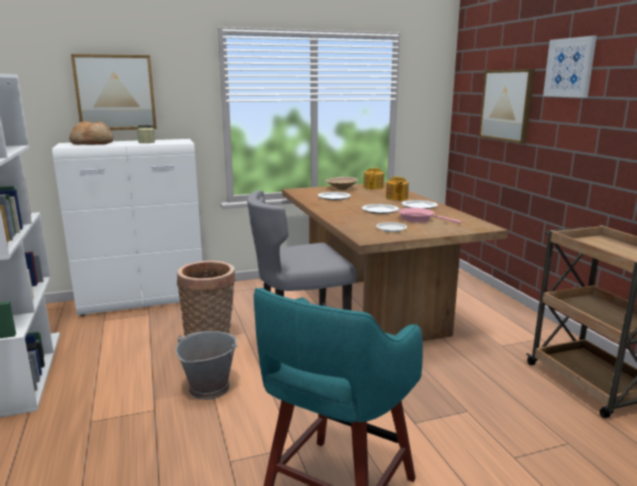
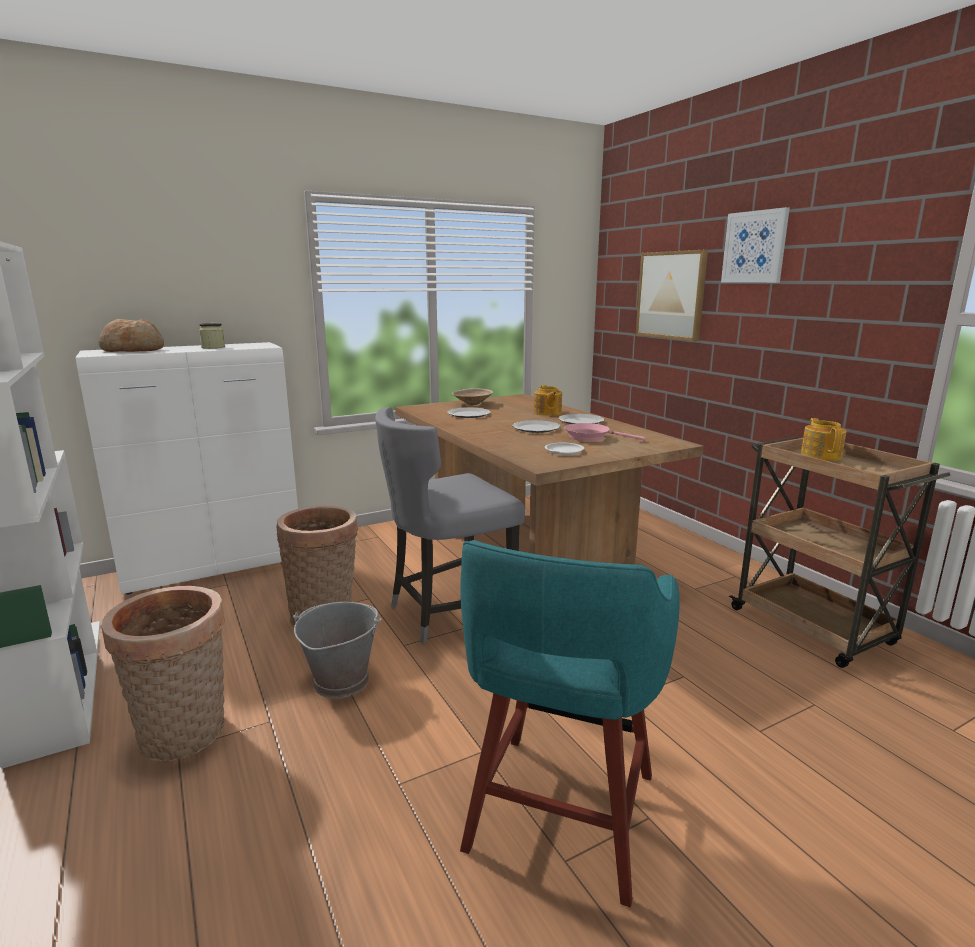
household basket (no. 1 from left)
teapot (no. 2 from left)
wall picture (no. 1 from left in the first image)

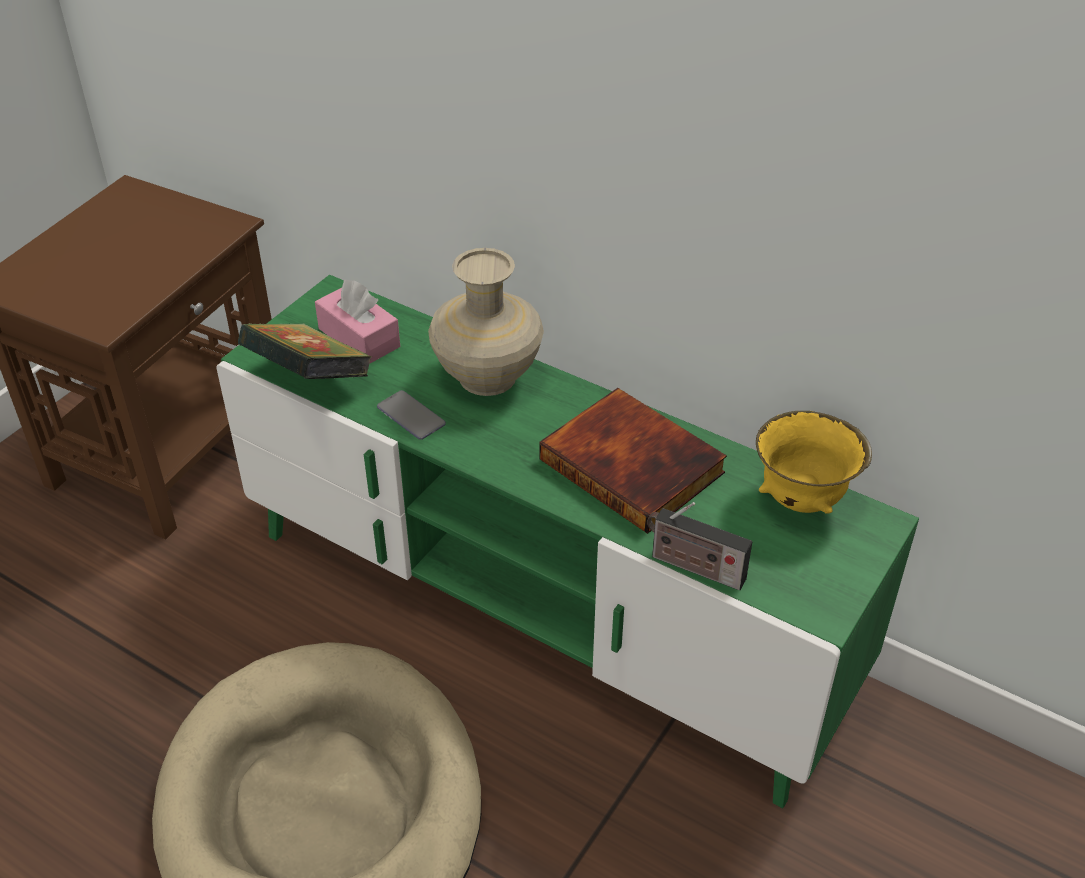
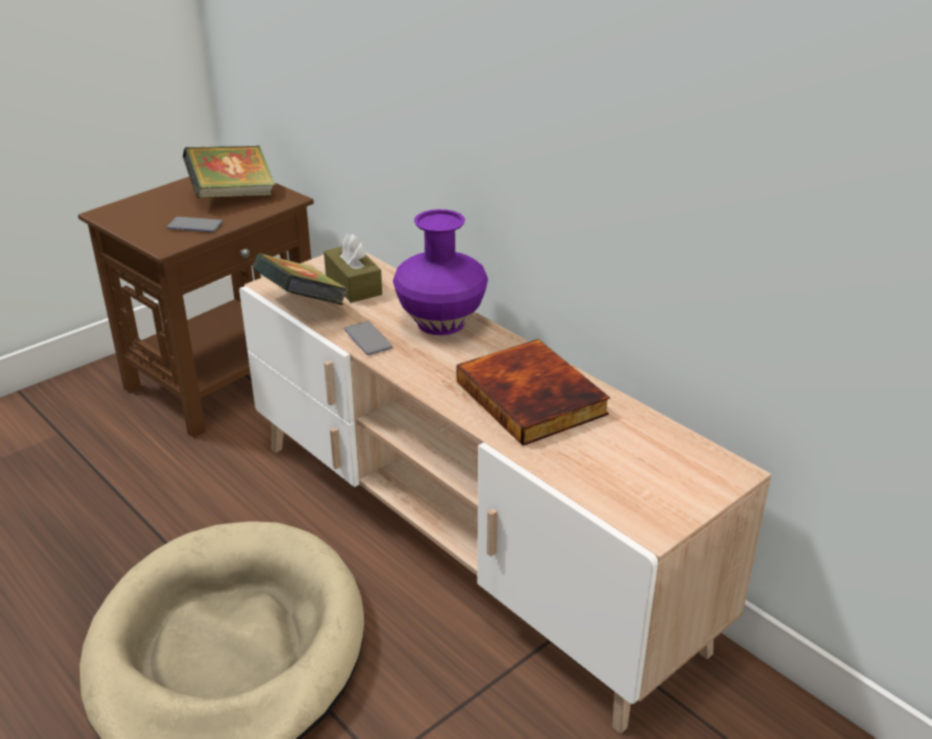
phone (no. 1 from left)
book (no. 1 from left)
beige-coloured tv unit
brownish tissue box
purple vase
radio receiver
yellowish deep dish

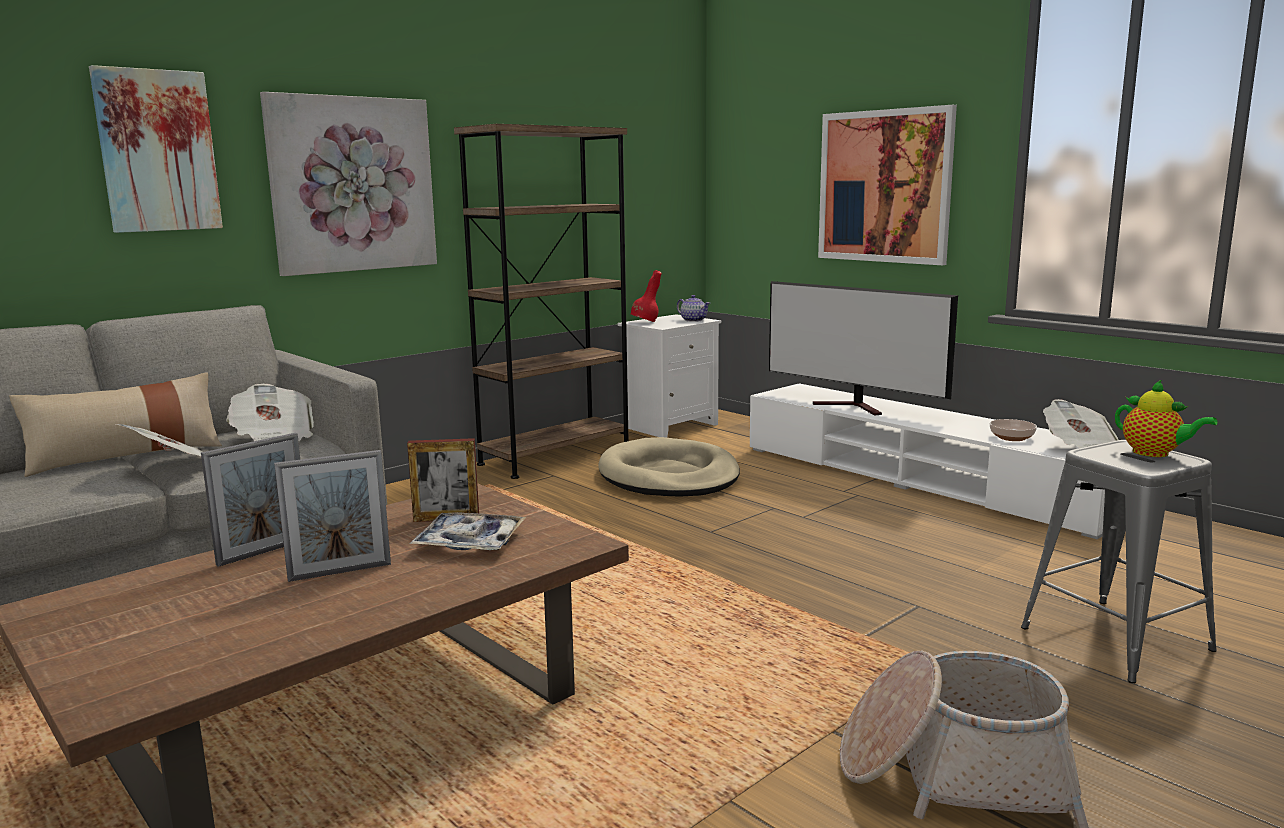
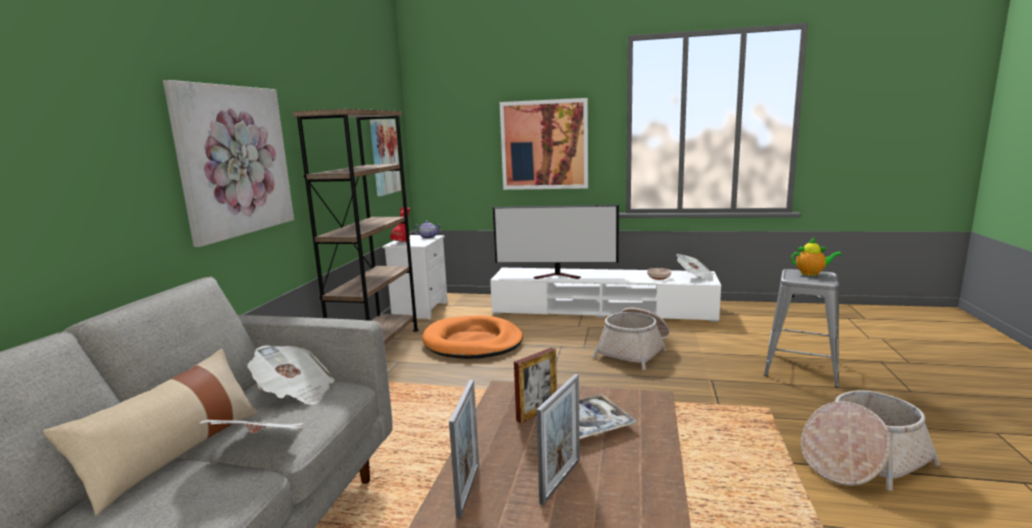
wall picture (no. 2 from left)
orange-coloured dog cushion
household basket (no. 1 from left)

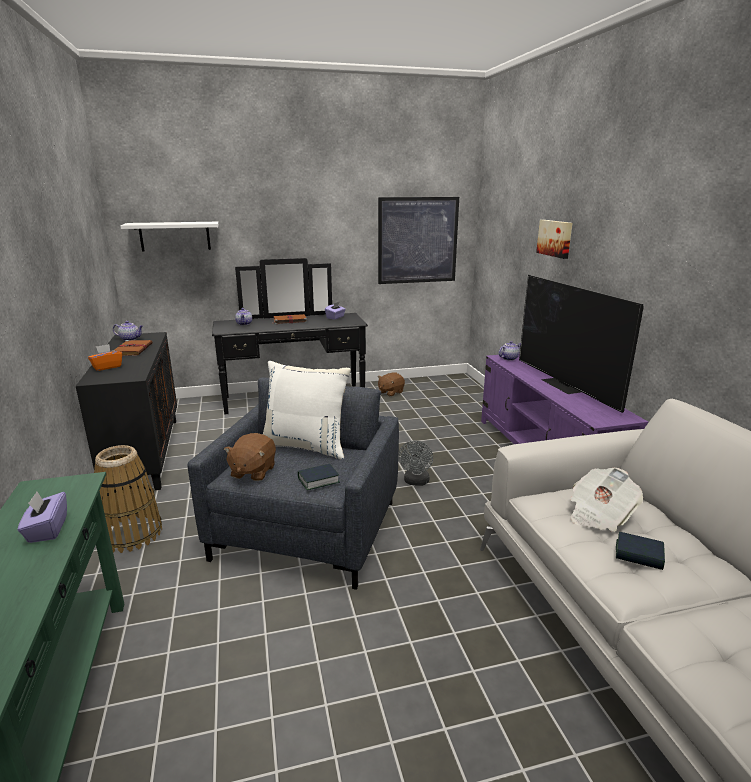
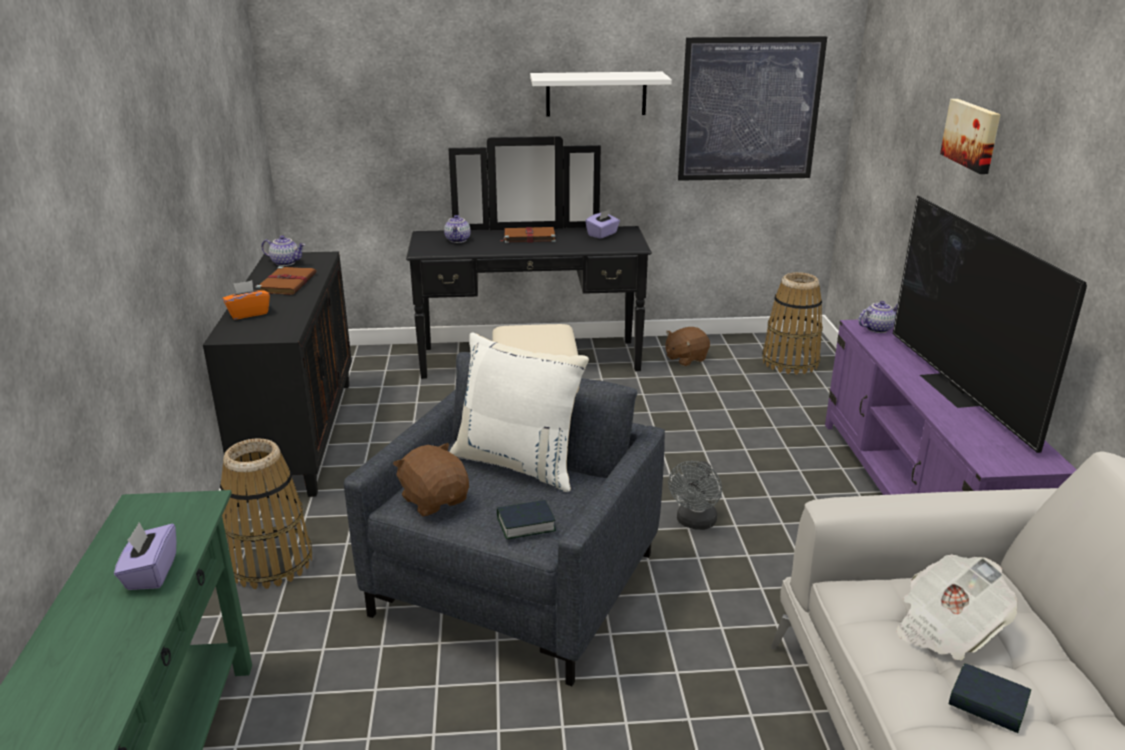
brownish soft toy (no. 1 from left)
whitish wall shelf
household basket (no. 2 from left)

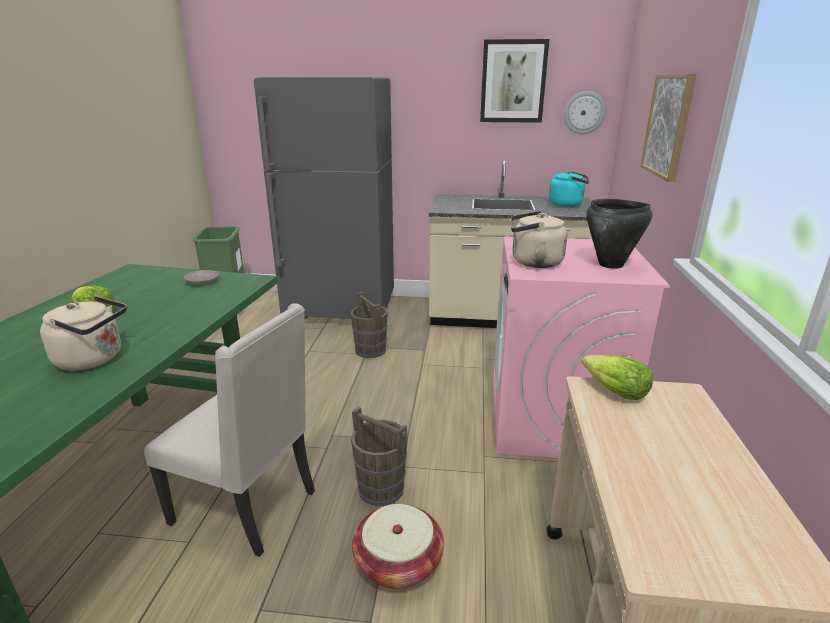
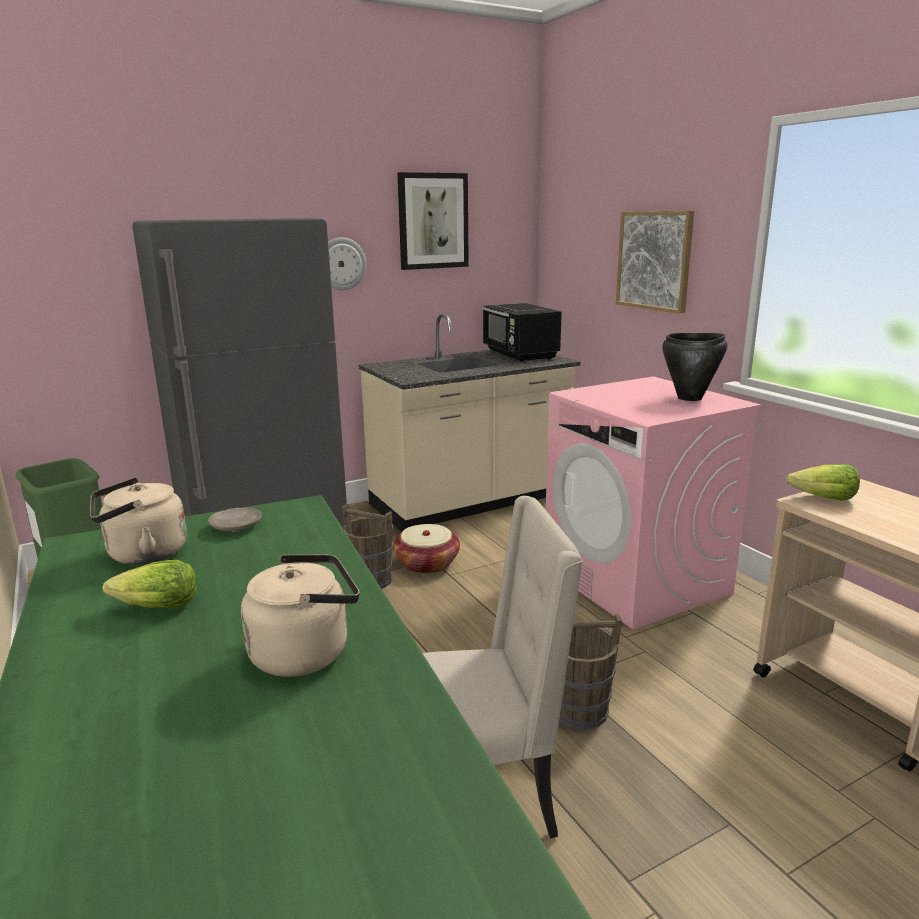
beige-coloured tea kettle (no. 1 from left)
wall clock
household basket
blackish kitchen microwave

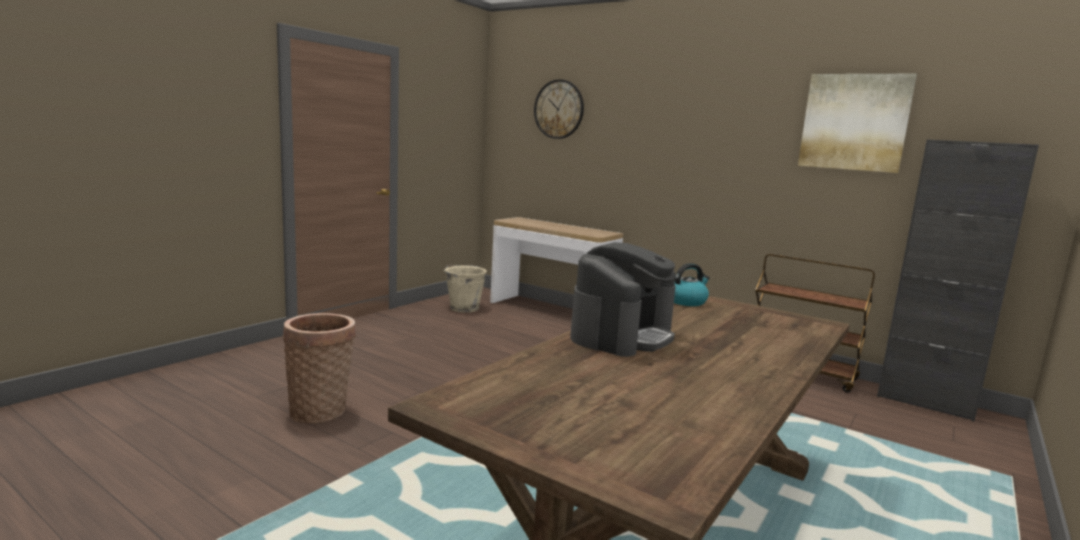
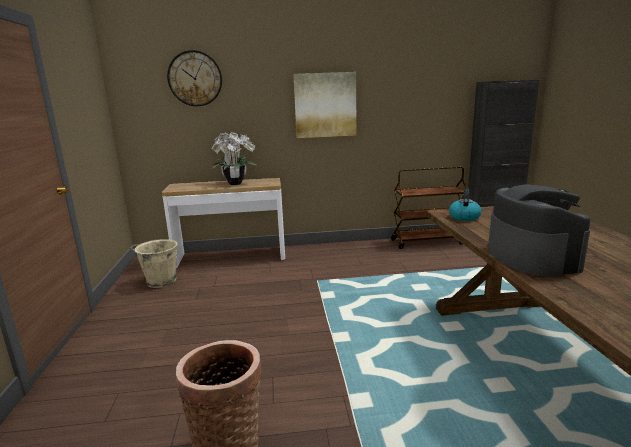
potted plant
wall picture

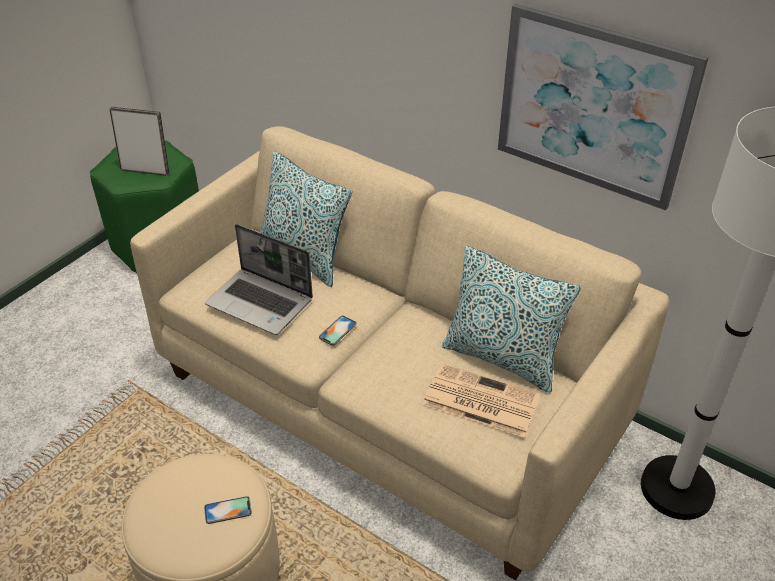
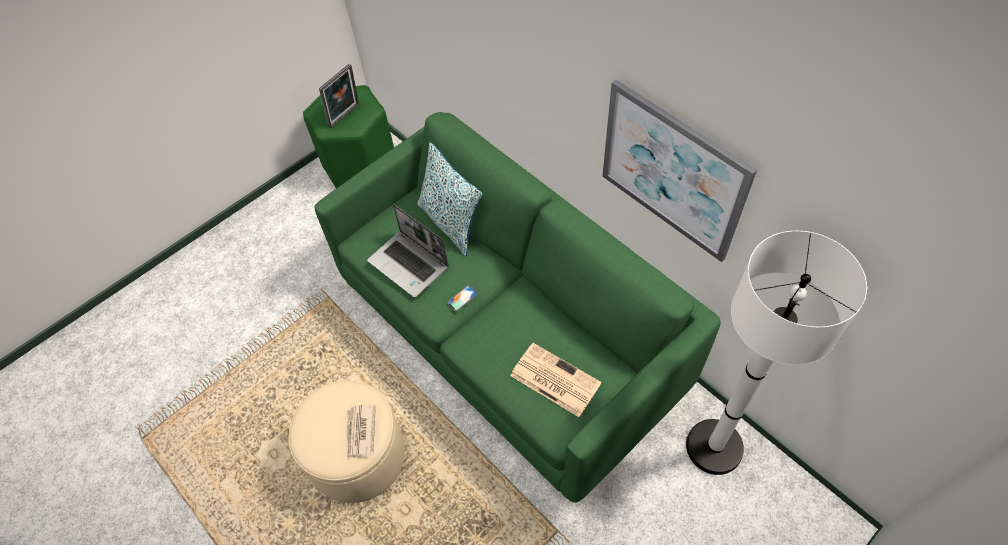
greenish settee
picture frame
printed paper (no. 1 from left)
pillow (no. 2 from left in the first image)

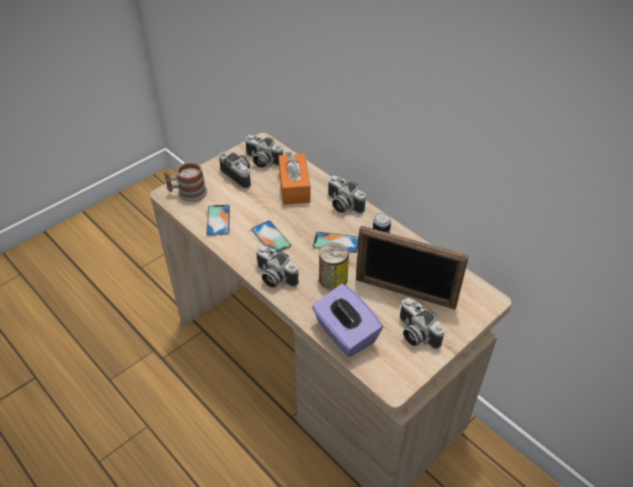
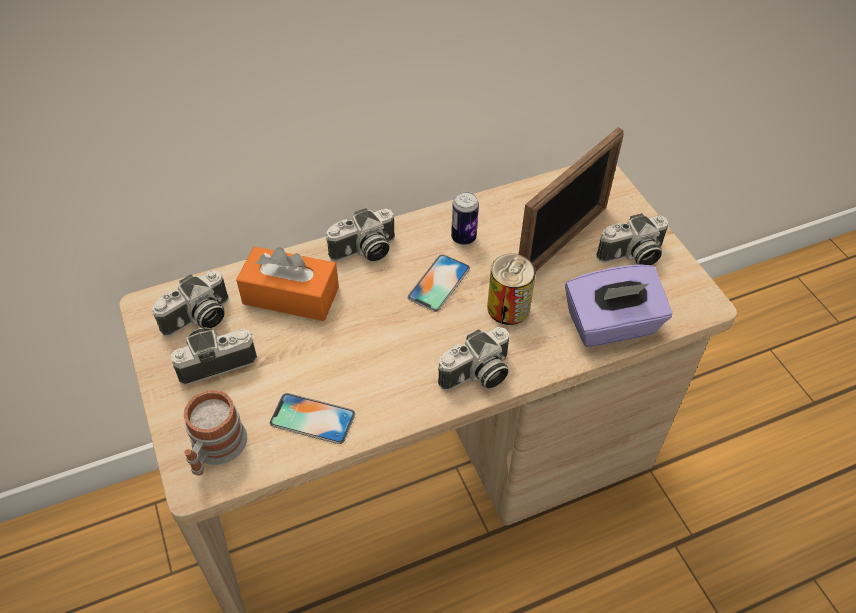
phone (no. 2 from left in the first image)

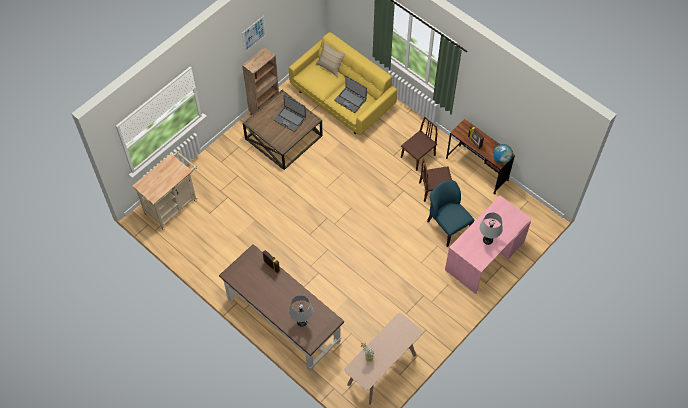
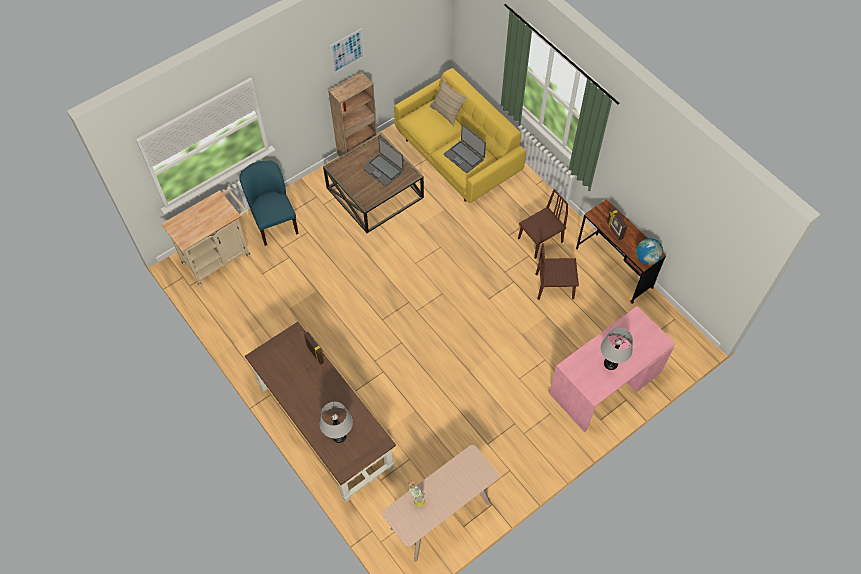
blue upright chair

